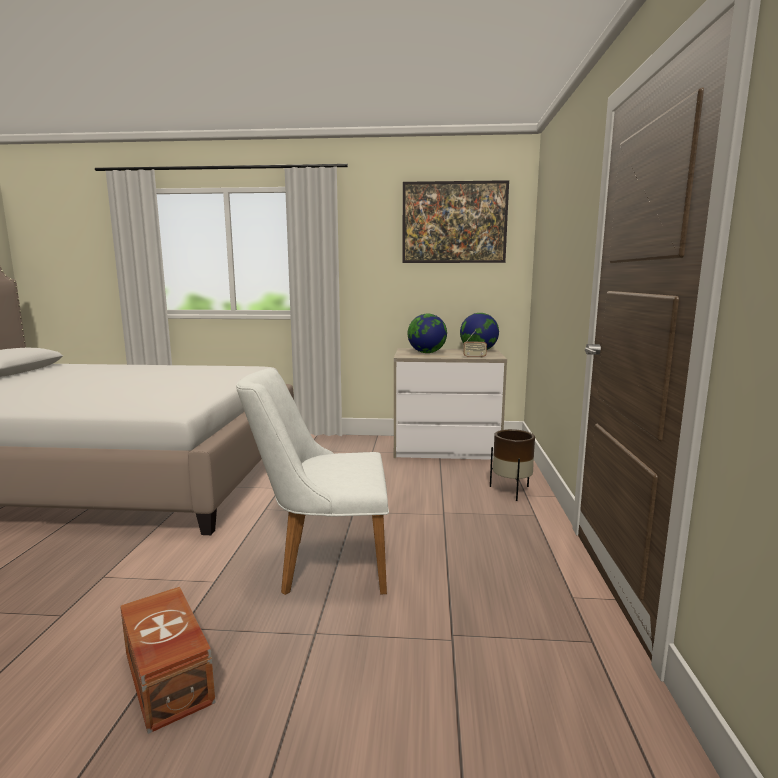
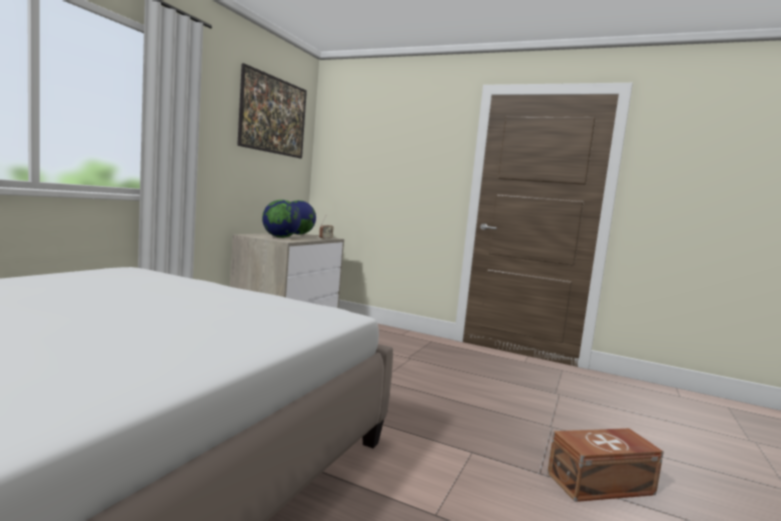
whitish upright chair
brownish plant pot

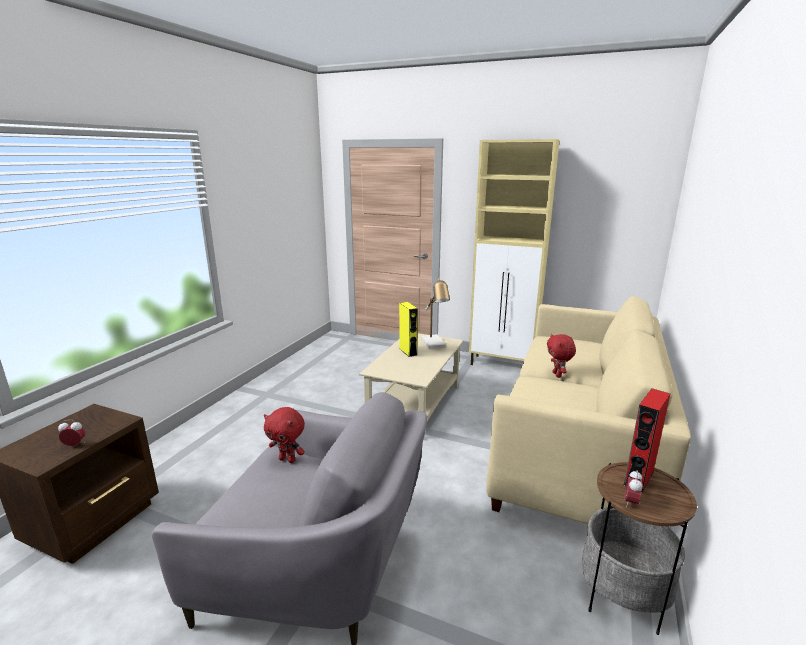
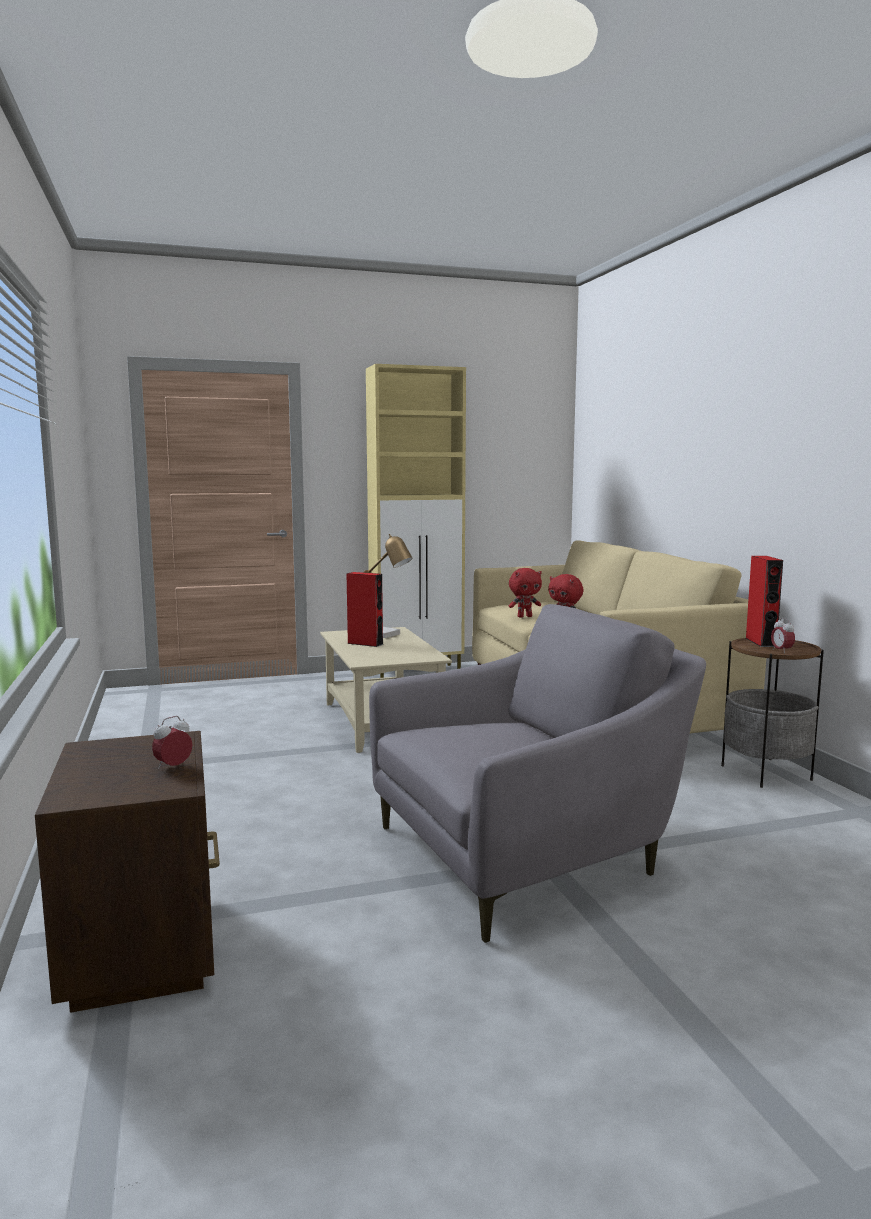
red loudspeaker (no. 1 from left)
red soft toy (no. 1 from left)

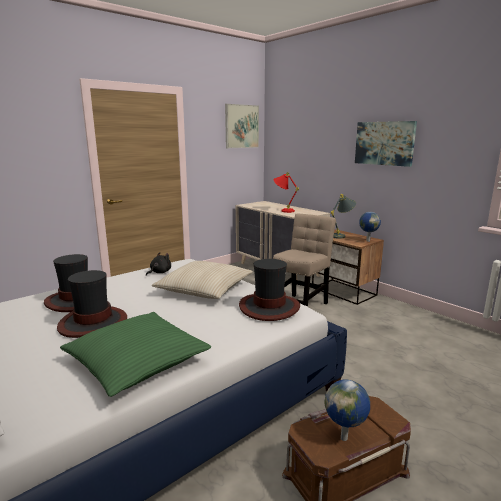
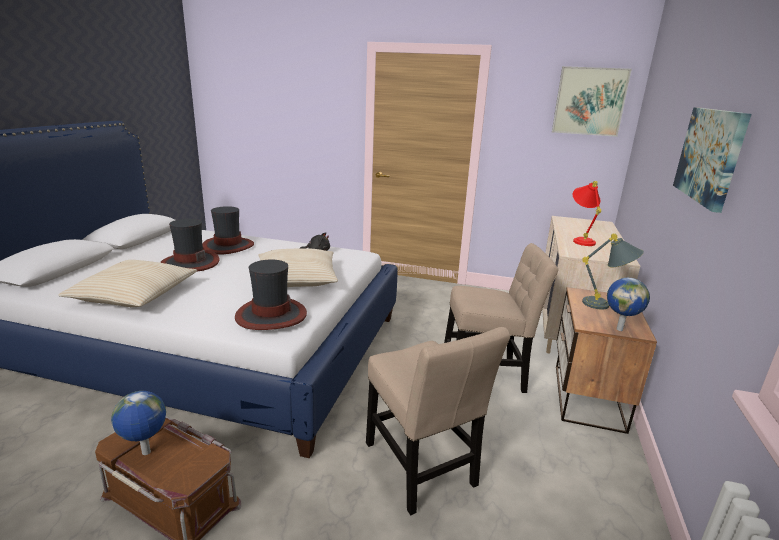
beige-coloured pillow (no. 1 from left)
beige-coloured upright chair (no. 1 from left)

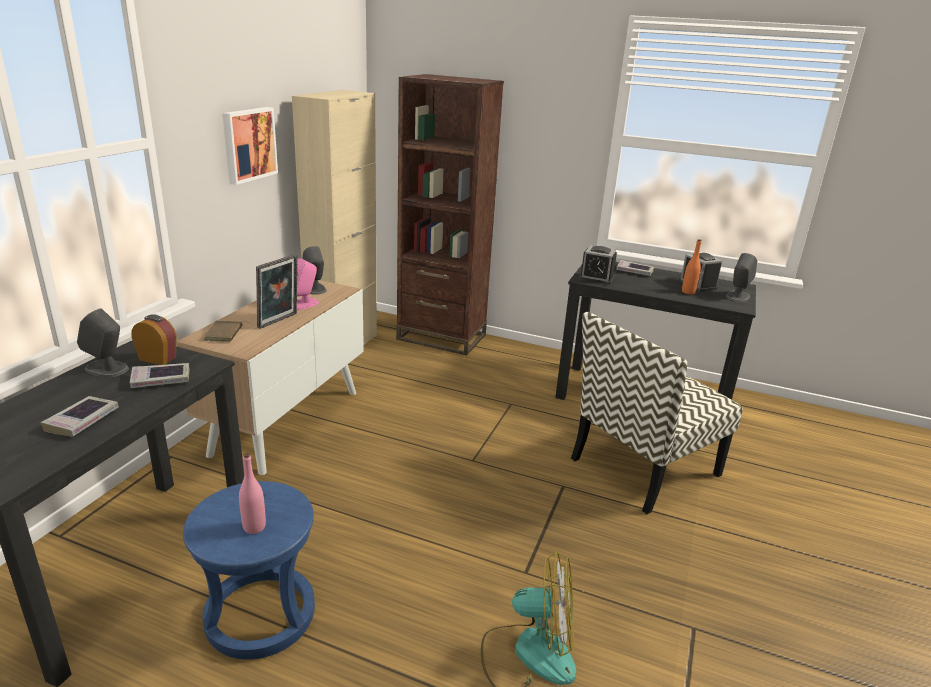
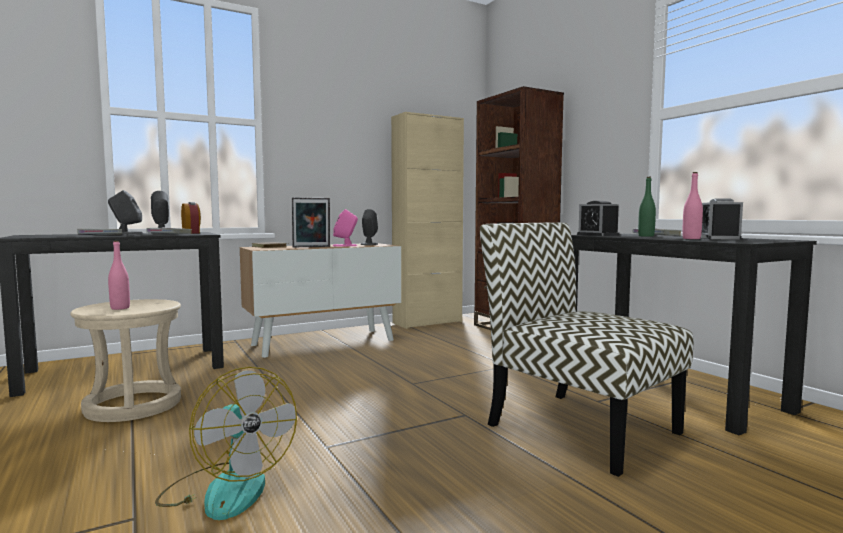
beige-coloured stool
greyish loudspeaker (no. 1 from left)
upright chair
greenish bottle
pink-coloured bottle (no. 2 from left)
wall picture

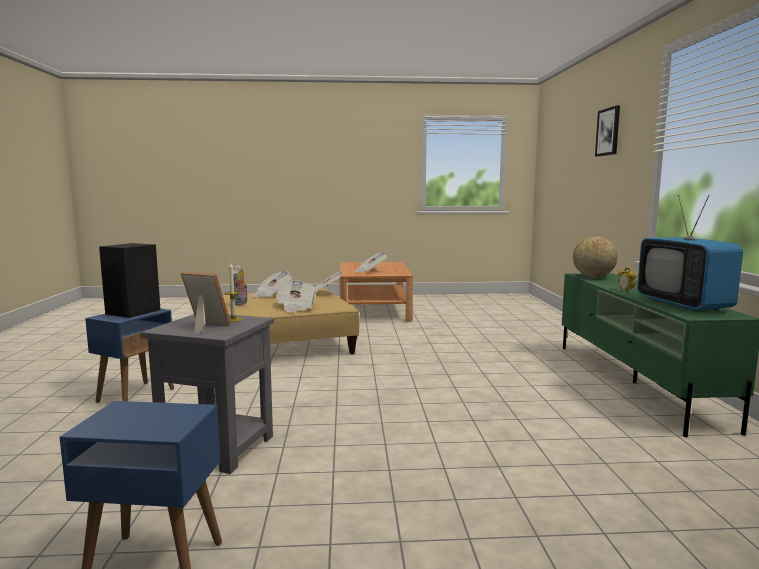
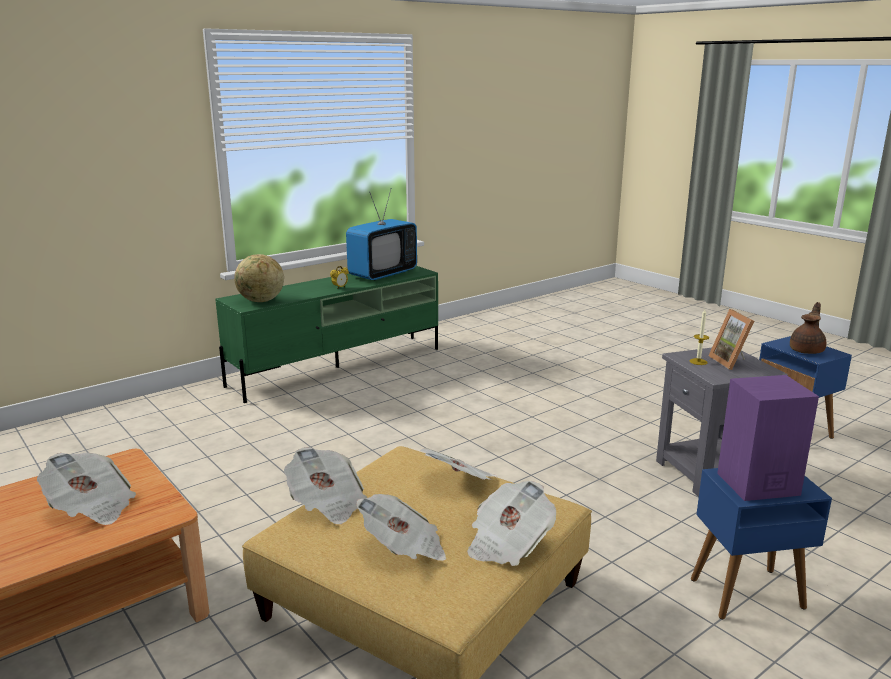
printed paper (no. 5 from left)
purple loudspeaker
brownish teapot
wall picture

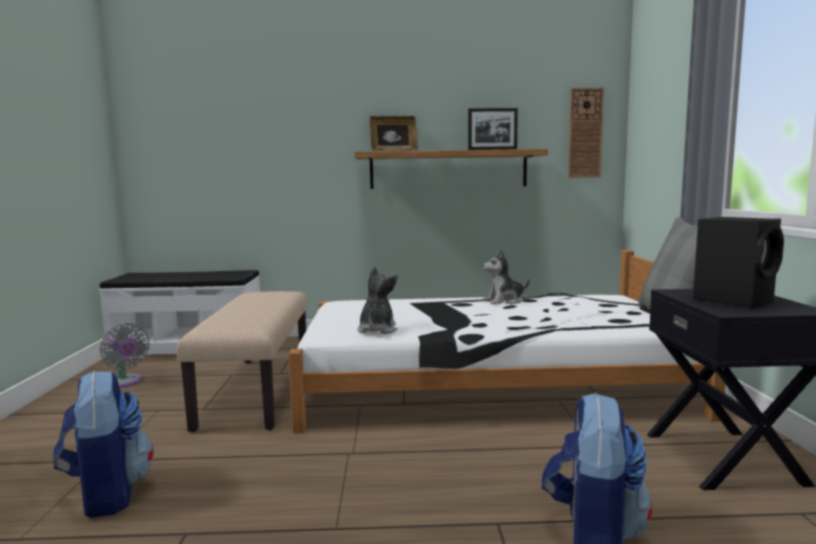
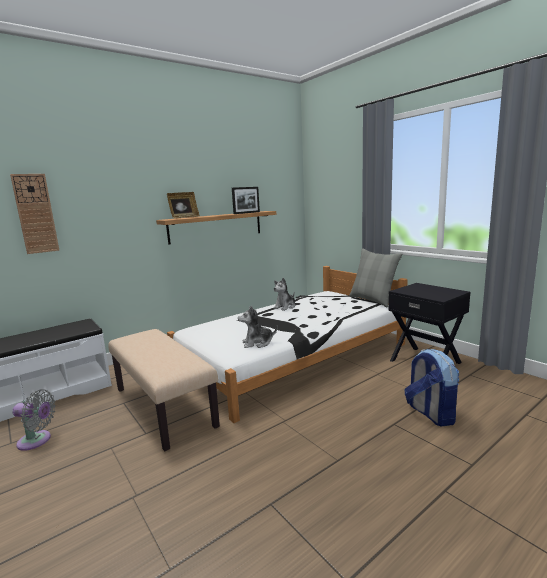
wall clock
soft toy (no. 1 from left)
backpack (no. 1 from left in the first image)
blackish loudspeaker

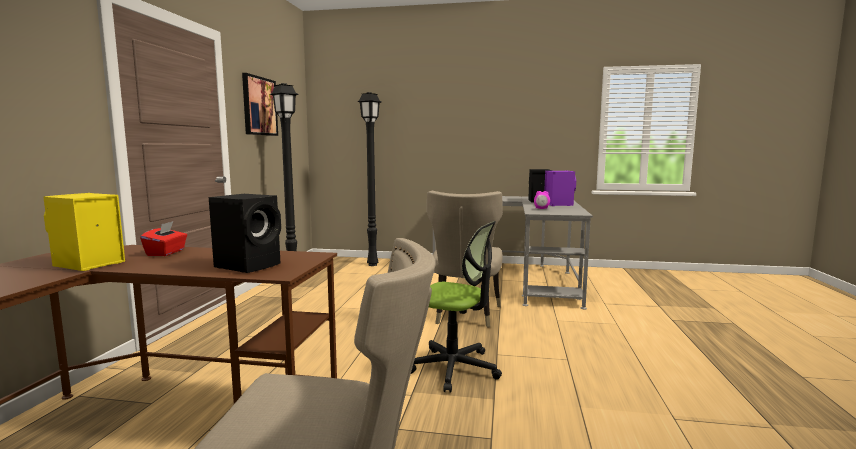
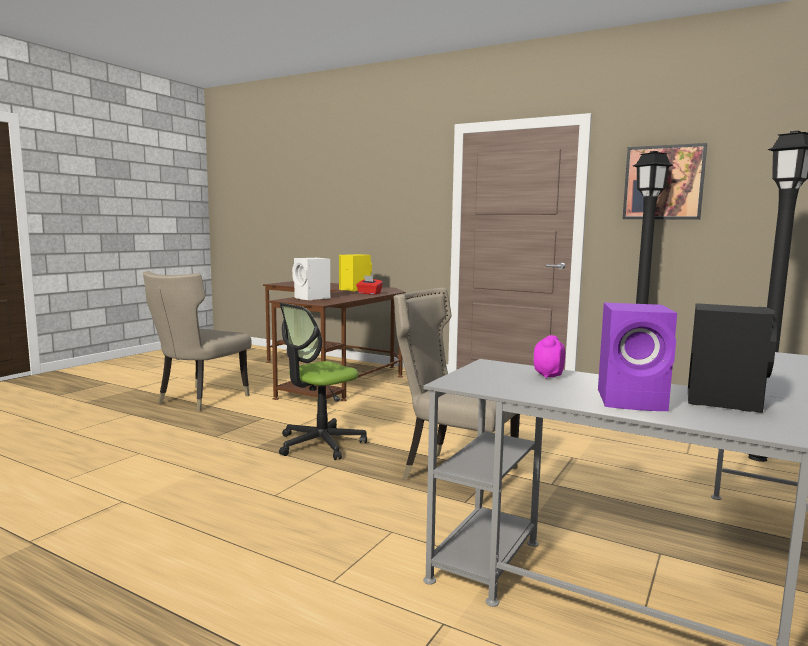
whitish loudspeaker

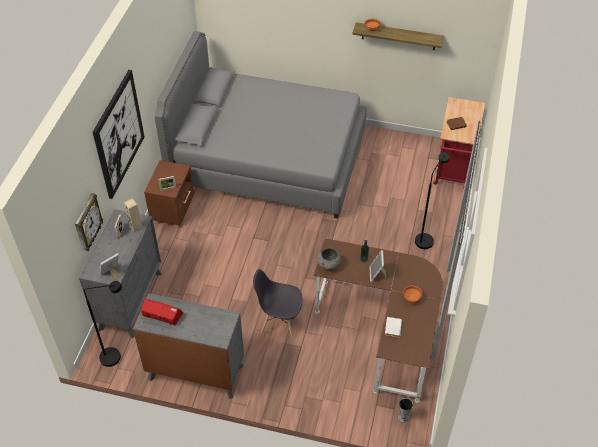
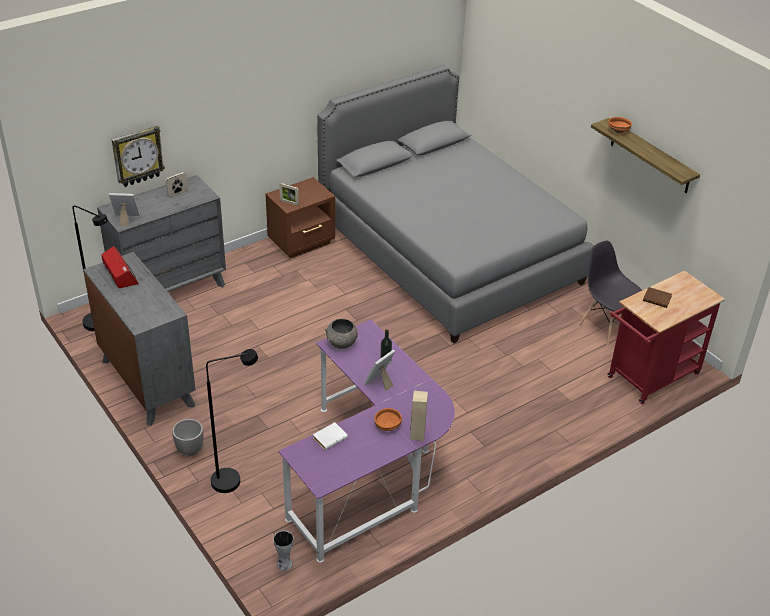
plant pot
blackish standing lamp (no. 2 from left)
purple desk
beige-coloured loudspeaker
greyish upright chair
wall picture

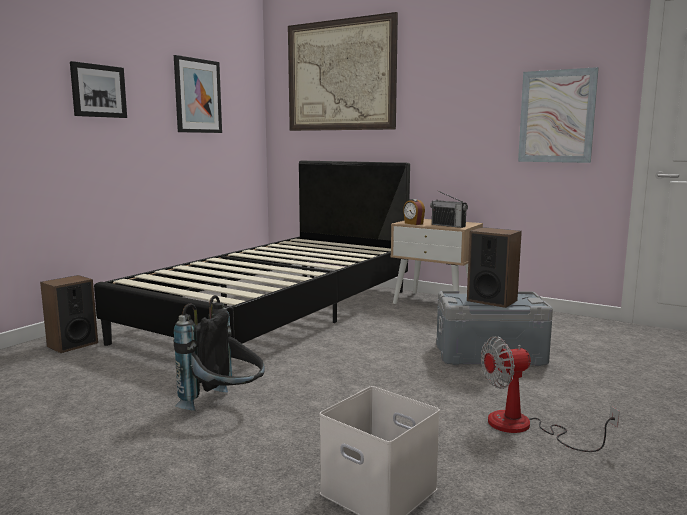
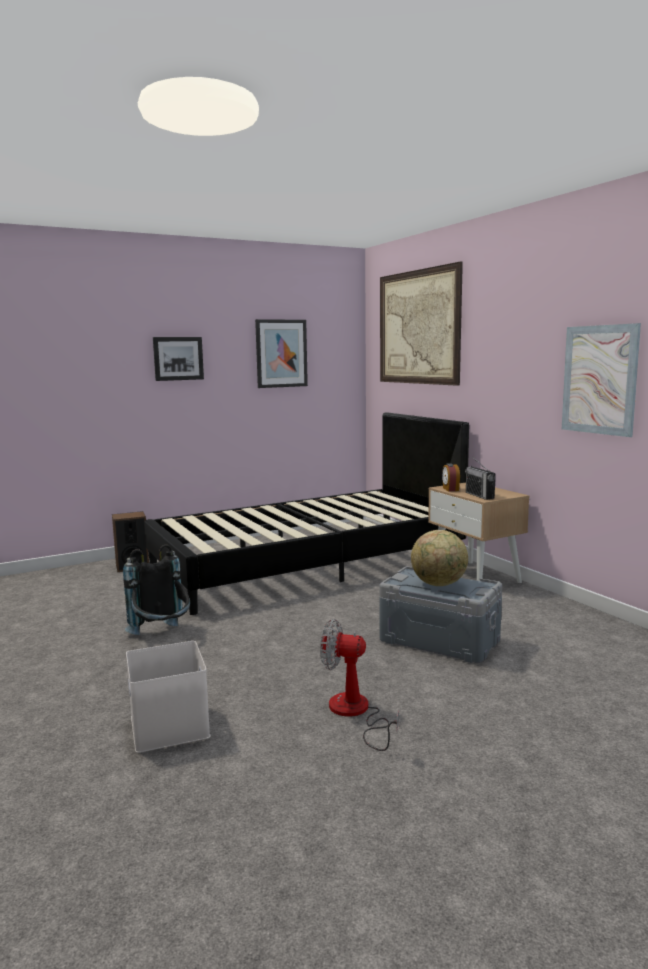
desk globe

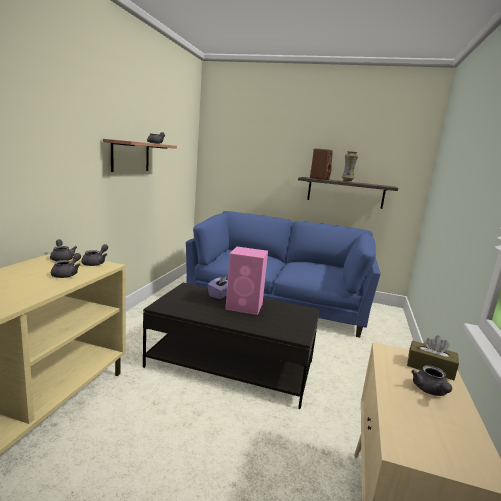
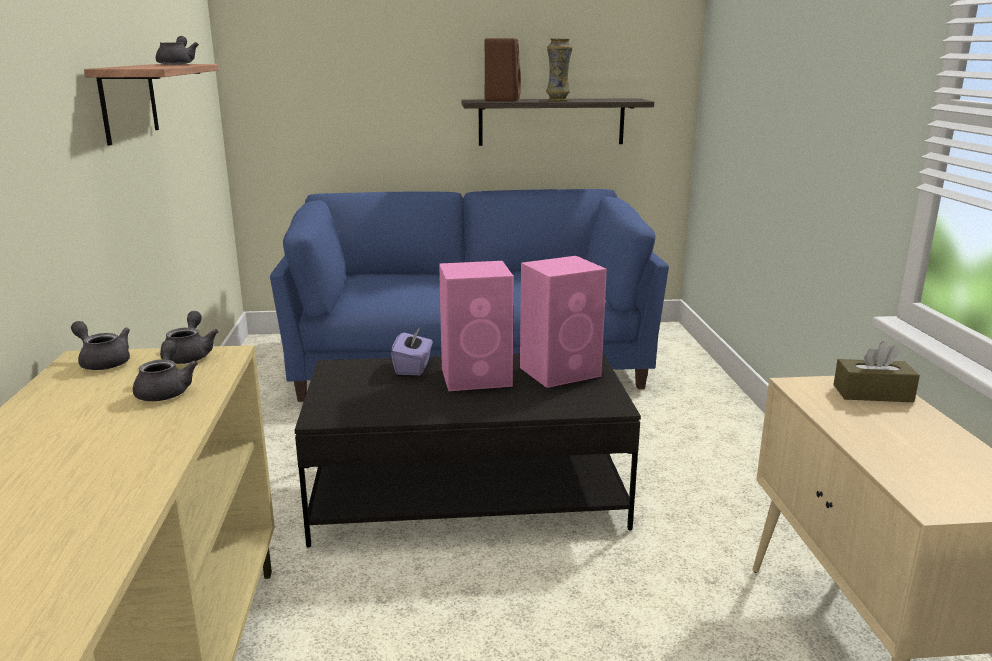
pink-coloured loudspeaker (no. 2 from left)
greyish teapot (no. 5 from left in the first image)

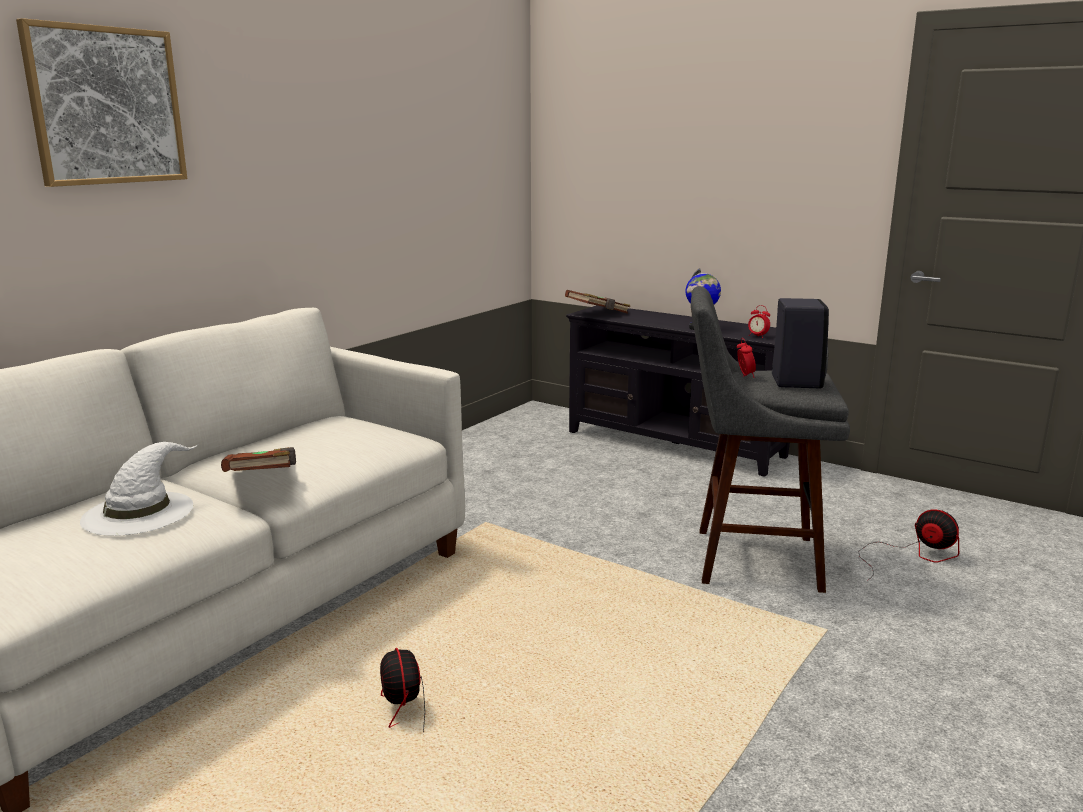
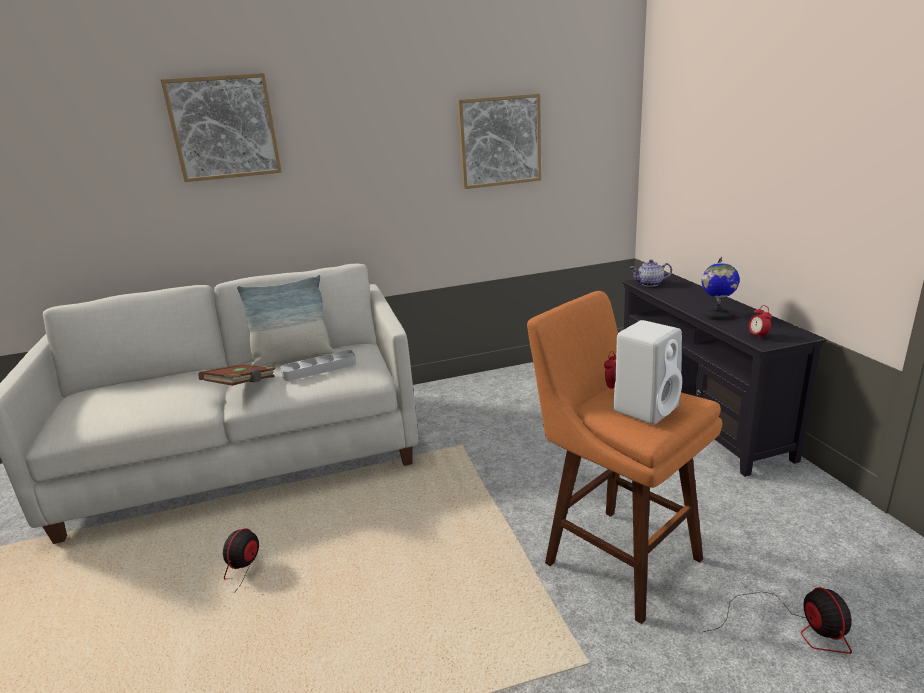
pillow
greyish serving tray
wall picture (no. 2 from left)
orange-coloured stool
whitish loudspeaker
teapot
whitish hat

